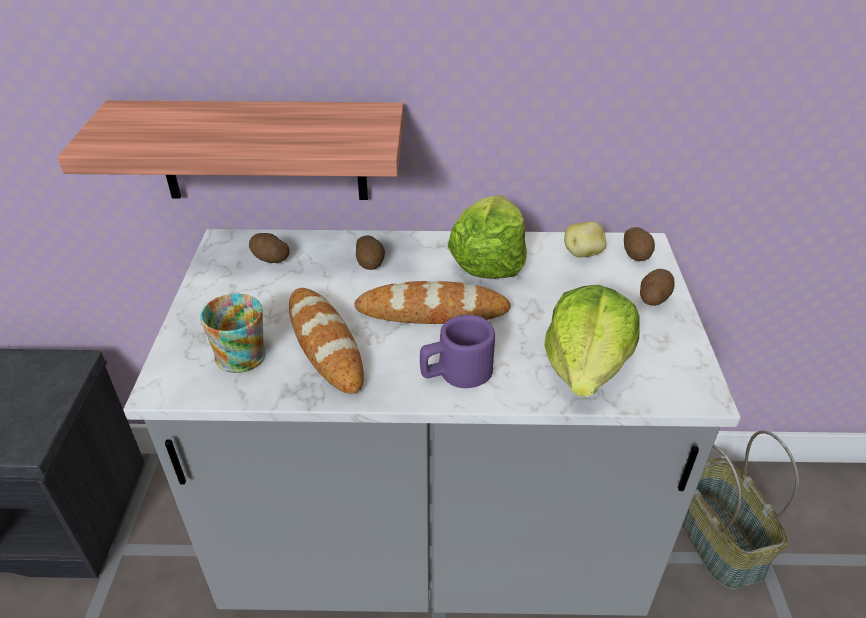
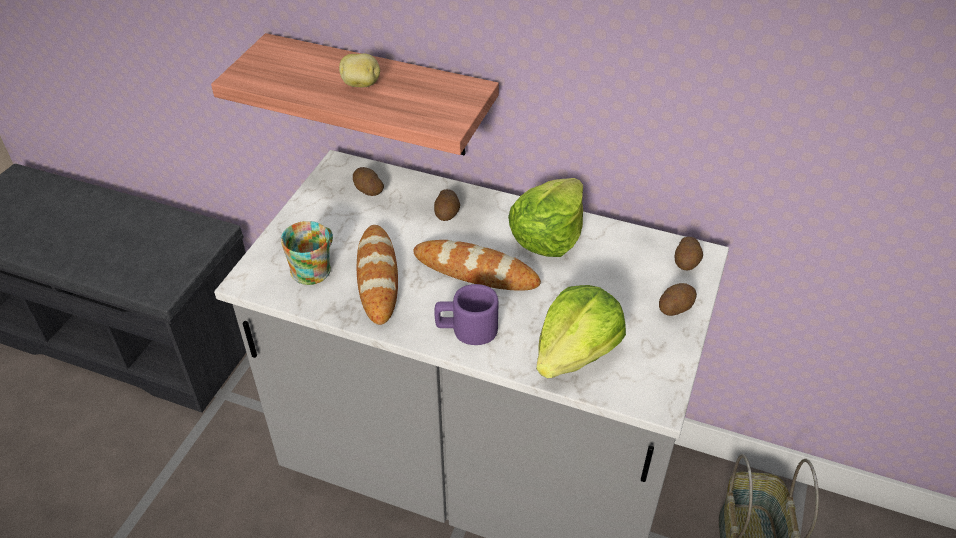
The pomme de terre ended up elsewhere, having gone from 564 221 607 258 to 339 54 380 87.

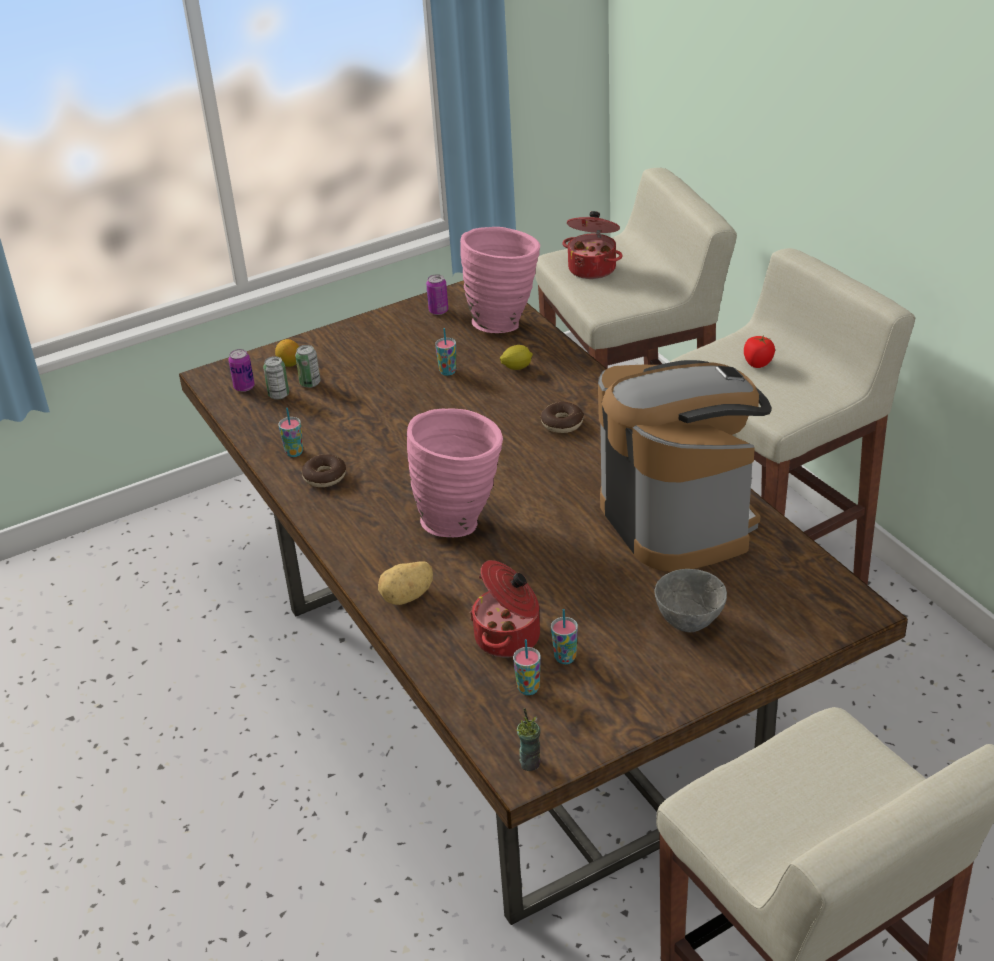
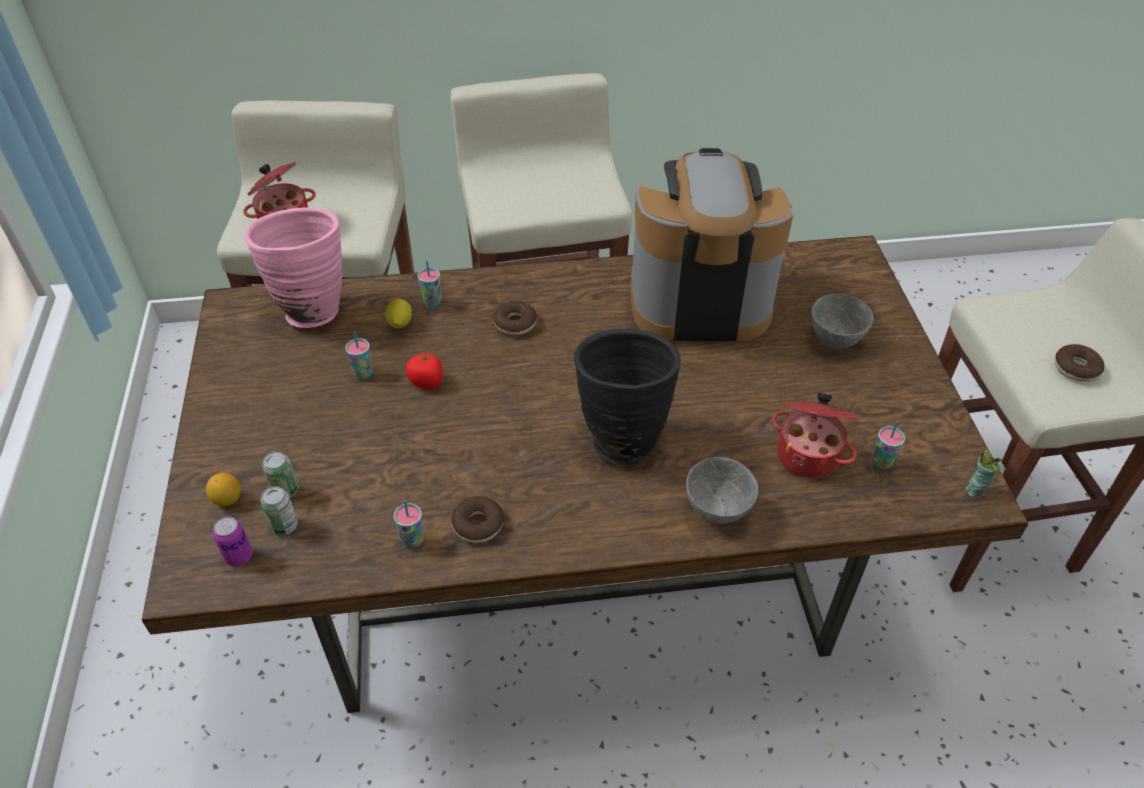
Where the pomme de terre stood at 378 561 433 605, the bol [gris] came to stand at 686 457 758 524.
What was the vase [rose] at 407 409 503 537 turned into the vase [noir] at 574 329 681 465.
The second view lost the boîte métallique at 426 274 448 315.
The tasse ended up elsewhere, having gone from 551 609 578 664 to 418 260 441 307.
The tomate ended up elsewhere, having gone from 744 335 775 368 to 406 352 443 389.
The second view gained the beignet at 1055 344 1104 382.

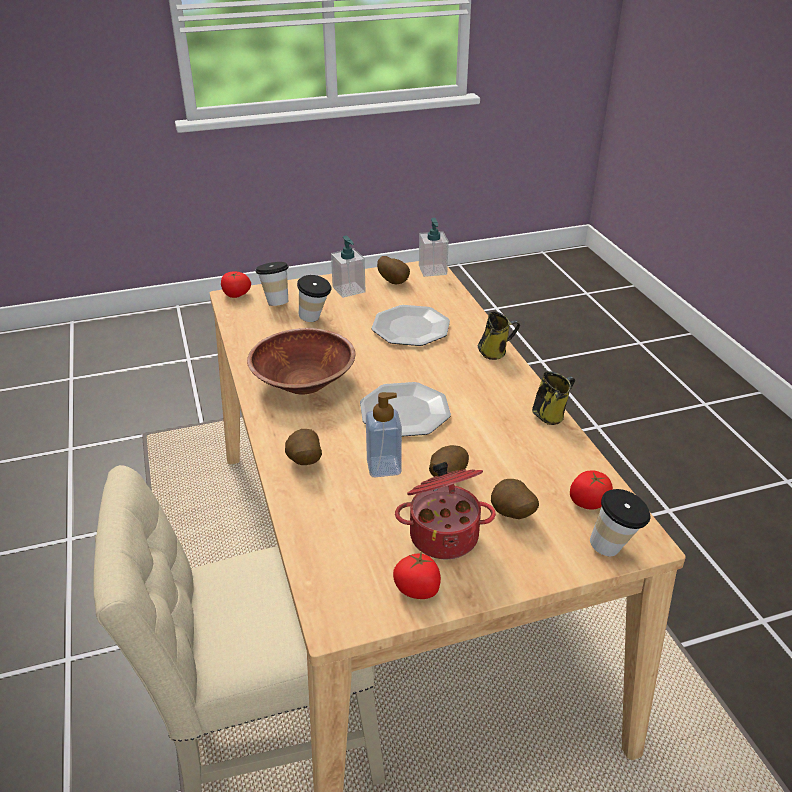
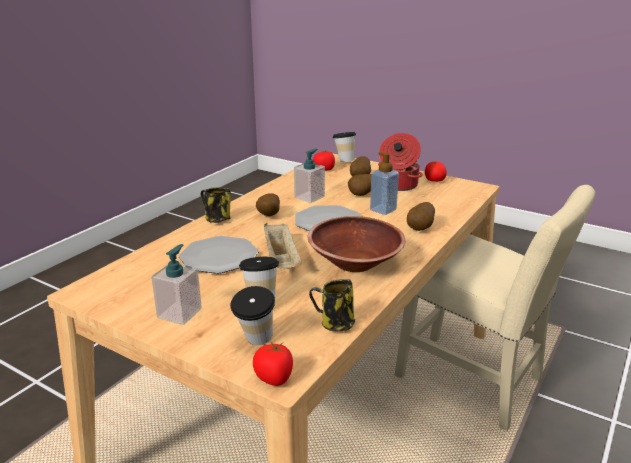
The pomme de terre ended up elsewhere, having gone from 377 256 410 285 to 256 193 280 216.
The distributeur de savon ended up elsewhere, having gone from 419 218 449 277 to 294 149 325 203.
The mug ended up elsewhere, having gone from 532 371 575 425 to 309 279 355 332.
The second view gained the plateau [beige] at 264 223 302 269.

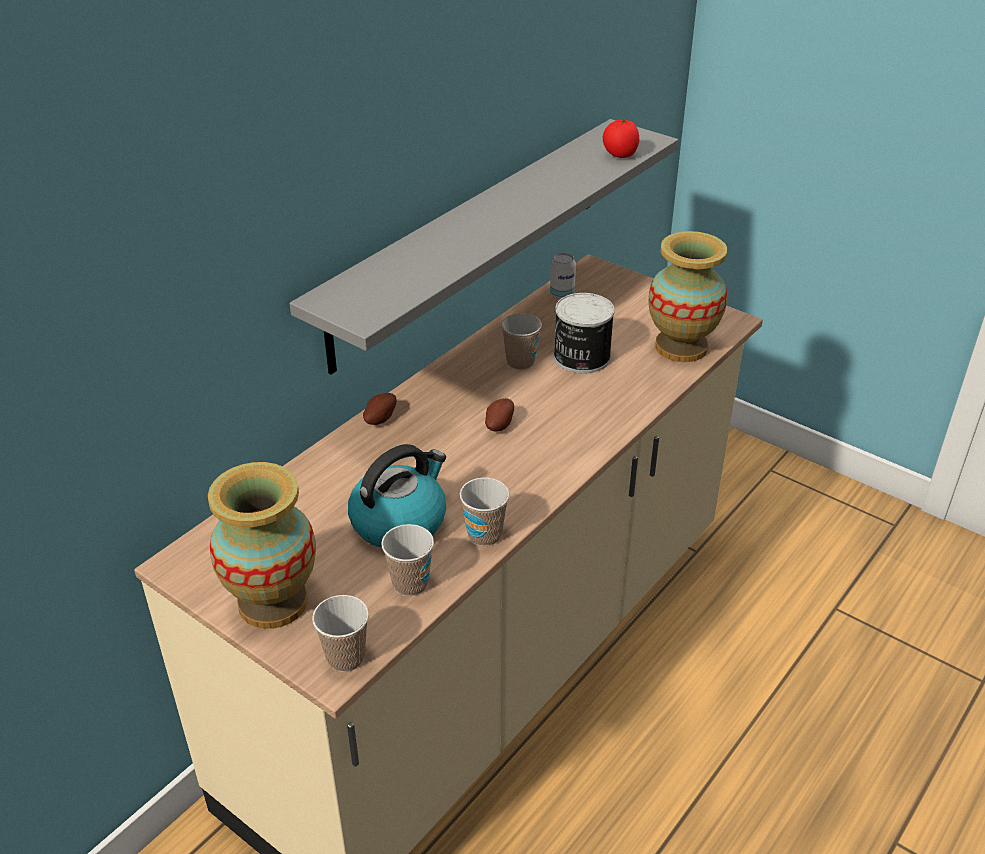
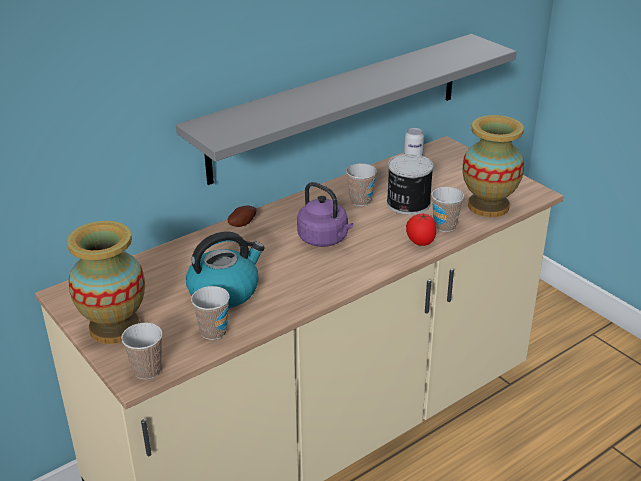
The tasse ended up elsewhere, having gone from 460 478 509 546 to 432 187 464 232.
Where the pomme de terre stood at 485 398 514 431, the bouilloire [violet] came to stand at 297 182 353 247.
The tomate ended up elsewhere, having gone from 603 118 639 158 to 406 213 436 246.

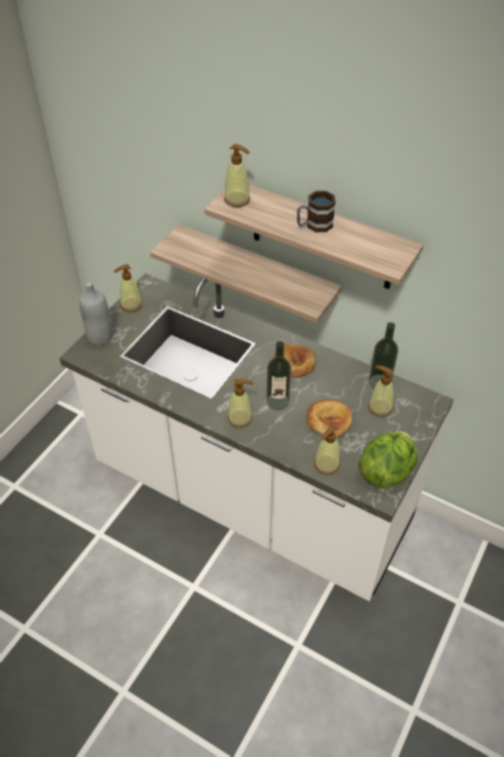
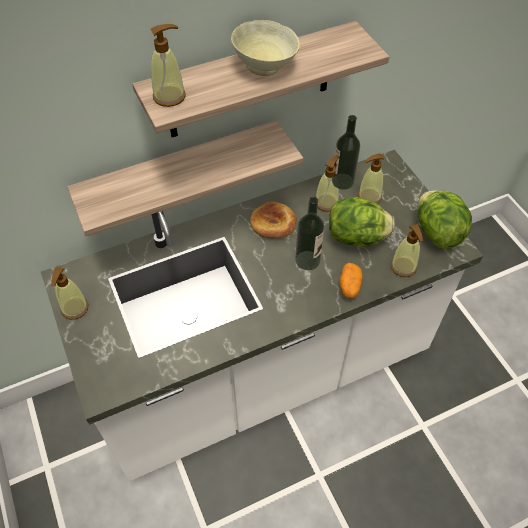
The second view lost the bouteille [gris] at 80 282 112 346.
The distributeur de savon ended up elsewhere, having gone from 228 379 253 428 to 316 155 340 211.
Where the mug stood at 297 191 336 232, the bol [beige] came to stand at 231 20 300 76.
Where the pain stood at 307 399 352 439, the laitue came to stand at 329 197 394 246.
The second view gained the pomme de terre at 339 263 363 298.

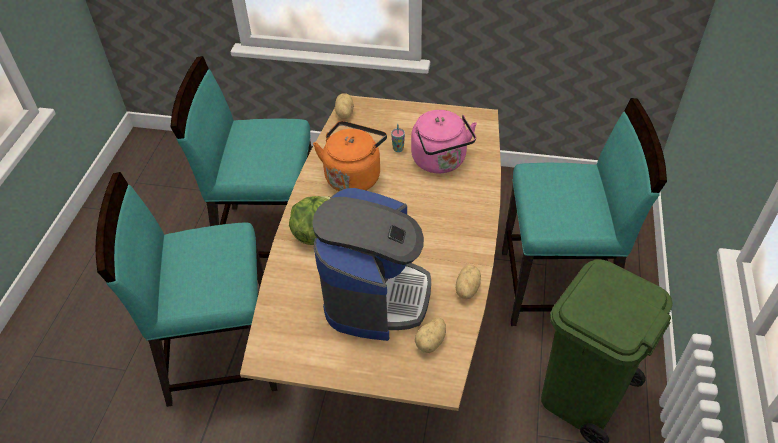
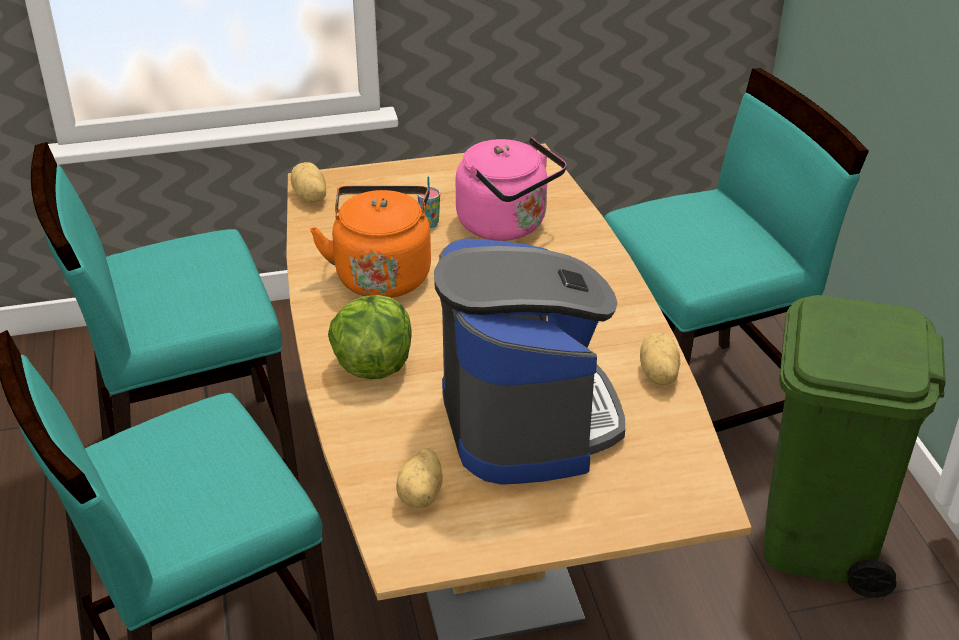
The pomme de terre ended up elsewhere, having gone from 415 318 446 353 to 396 448 443 508.

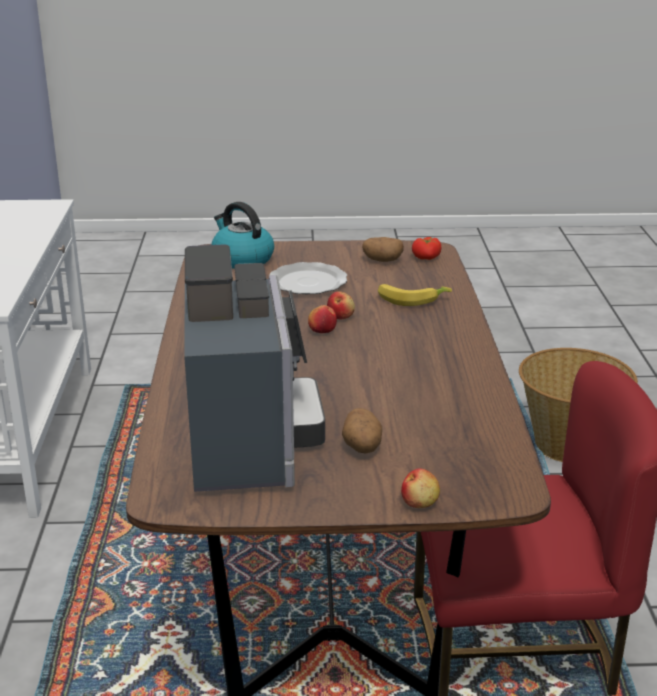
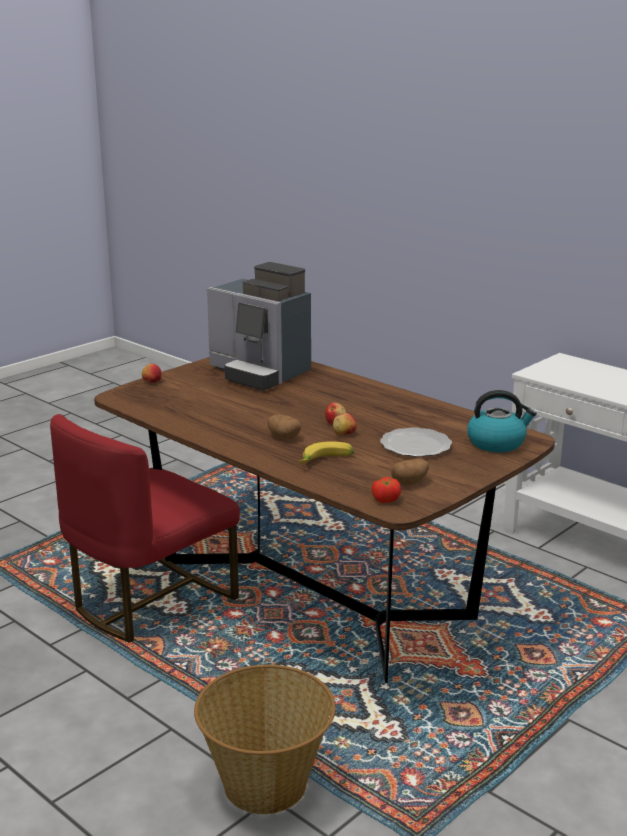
The pomme de terre ended up elsewhere, having gone from 342 408 382 454 to 267 415 301 439.

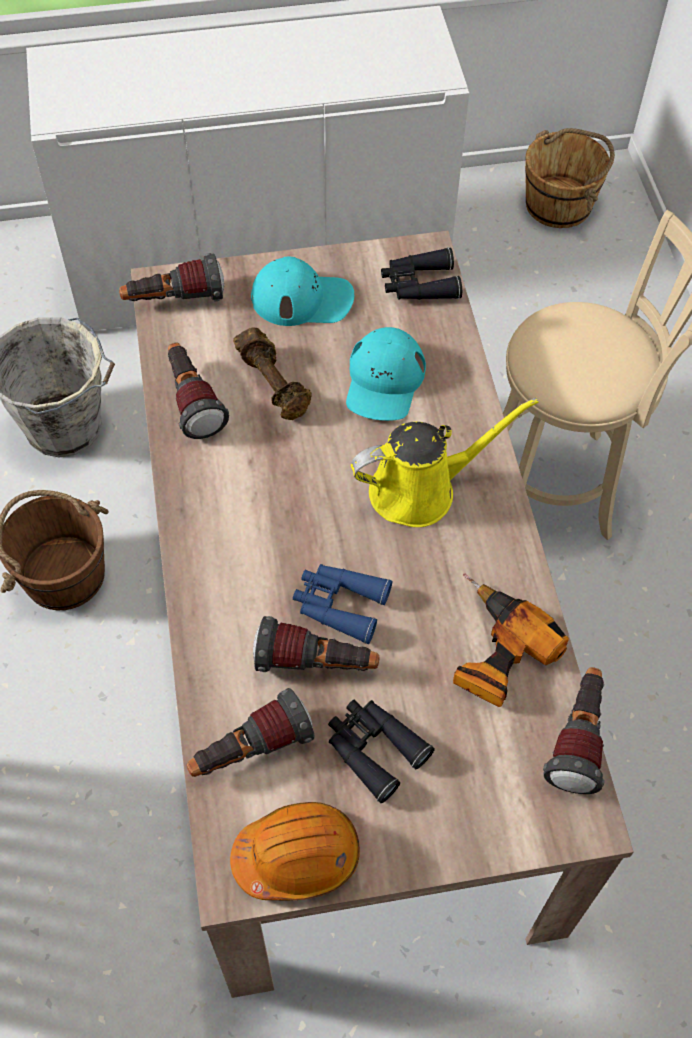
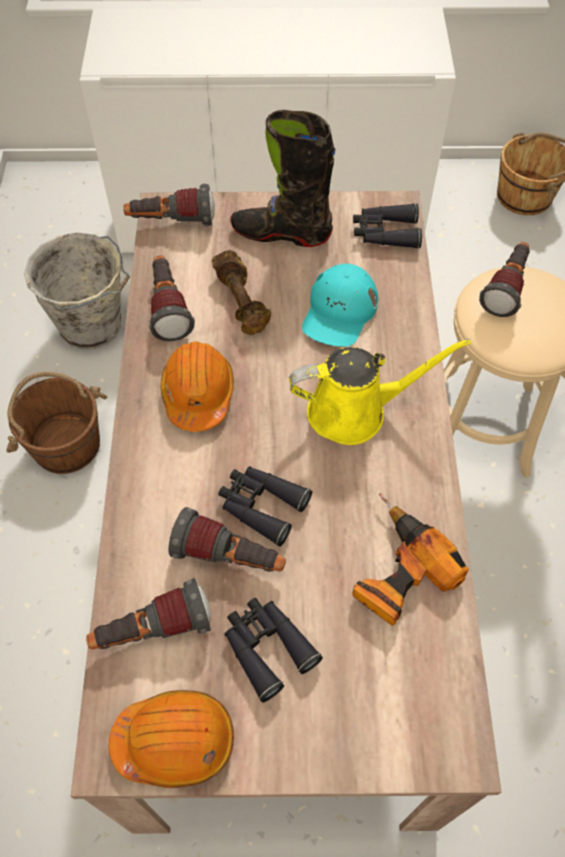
Where the casquette [turquoise] stood at 251 257 354 326, the botte [noir] came to stand at 230 110 335 247.
What was the jumelles [bleu] at 293 564 393 644 turned into the jumelles [noir] at 218 466 312 547.
The lampe de poche ended up elsewhere, having gone from 543 667 605 794 to 479 242 530 317.
The second view gained the casque de chantier [orange] at 160 342 234 432.

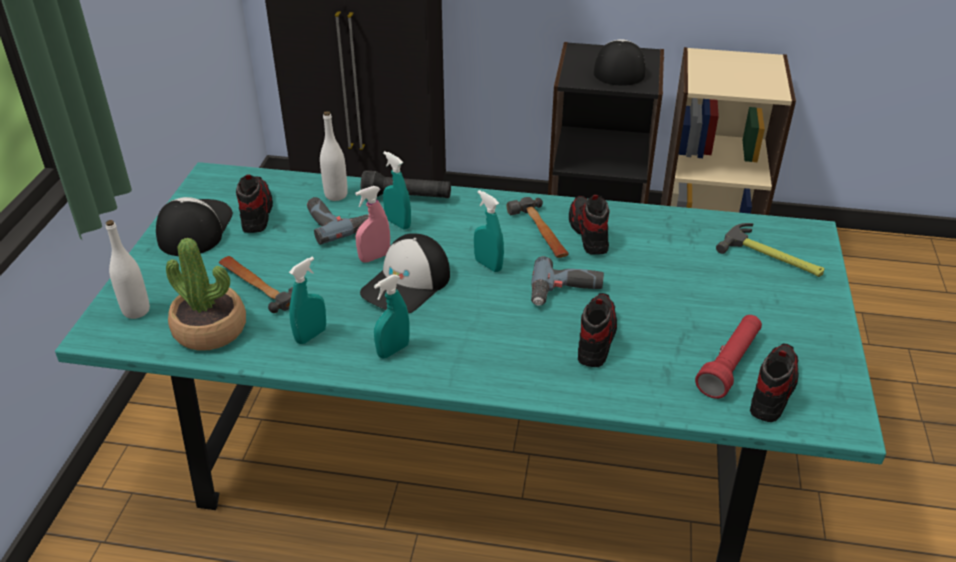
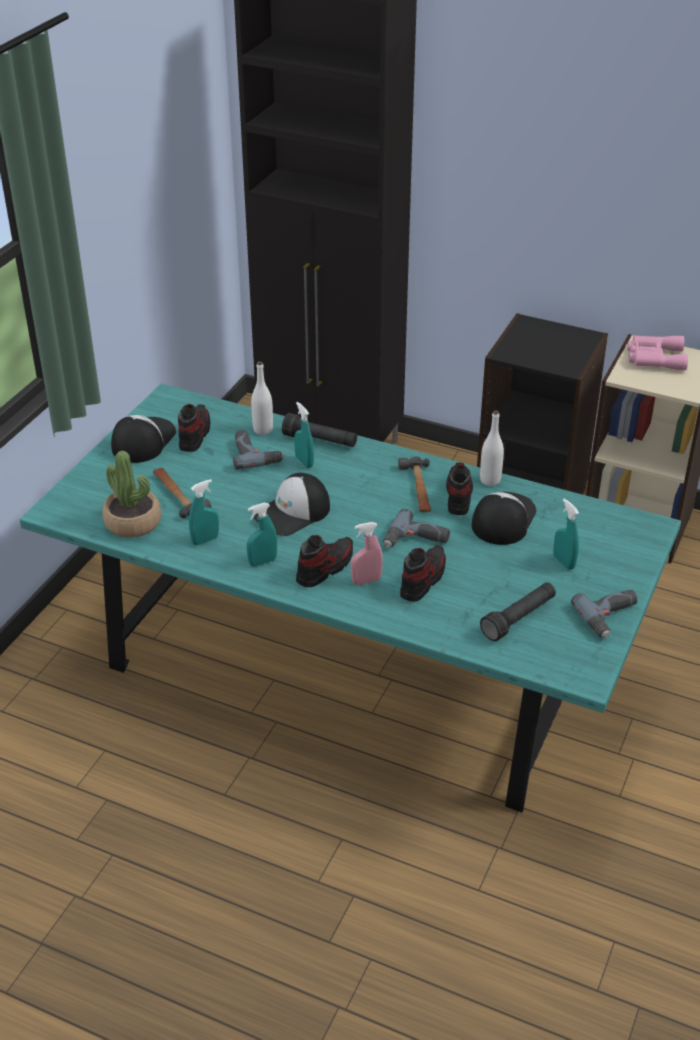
The bouteille [blanc] ended up elsewhere, having gone from 106 220 150 319 to 480 410 504 486.
The vaporisateur [rose] ended up elsewhere, having gone from 355 186 390 262 to 351 522 383 585.
The vaporisateur [turquoise] ended up elsewhere, having gone from 474 190 504 272 to 553 498 579 570.
The casquette ended up elsewhere, having gone from 594 39 645 86 to 472 492 536 545.
What was the lampe de poche [rouge] at 695 315 762 399 turned into the lampe de poche [noir] at 480 582 556 641.
The second view lost the marteau at 716 223 825 277.
The chaussure ended up elsewhere, having gone from 750 343 799 422 to 296 535 353 587.
The second view gained the perceuse at 571 590 638 638.
The second view gained the jumelles [rose] at 627 336 688 370.

